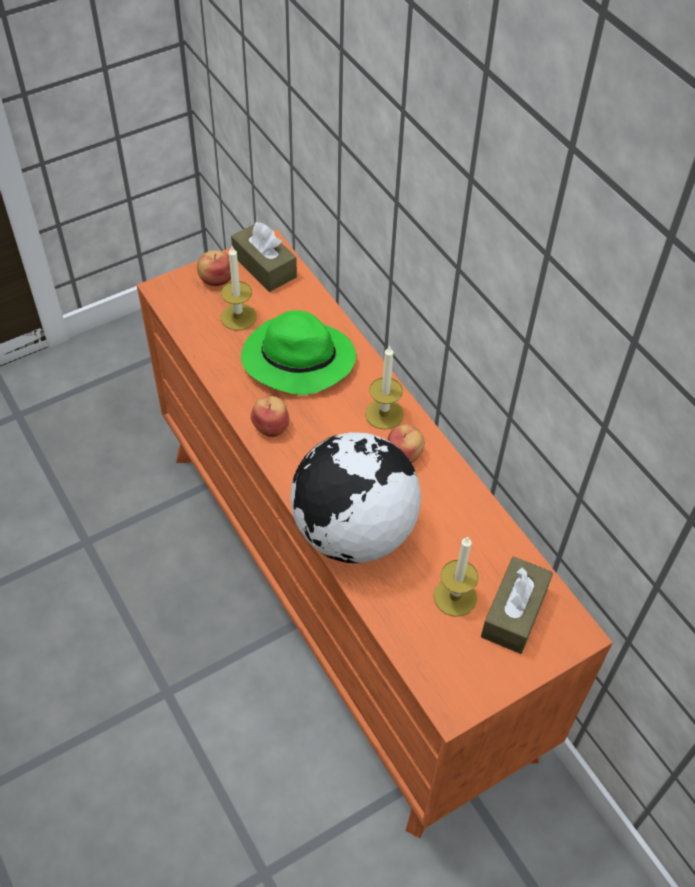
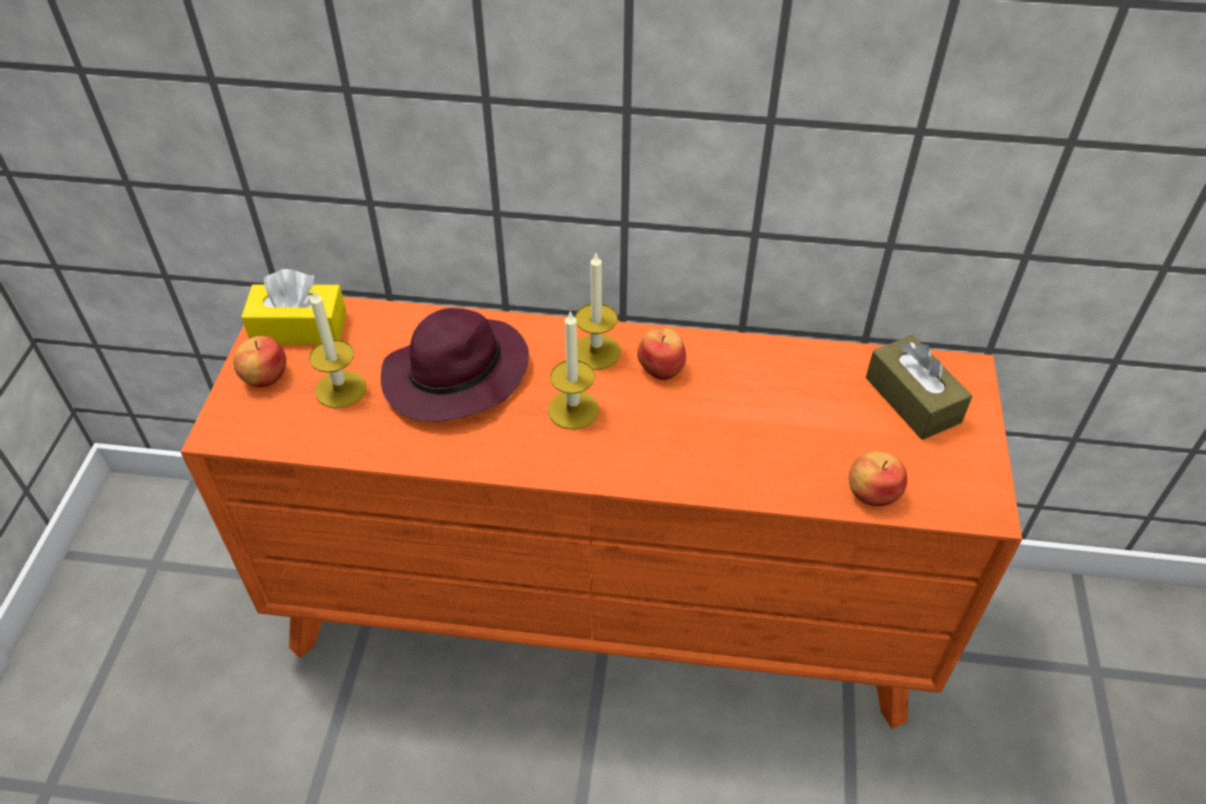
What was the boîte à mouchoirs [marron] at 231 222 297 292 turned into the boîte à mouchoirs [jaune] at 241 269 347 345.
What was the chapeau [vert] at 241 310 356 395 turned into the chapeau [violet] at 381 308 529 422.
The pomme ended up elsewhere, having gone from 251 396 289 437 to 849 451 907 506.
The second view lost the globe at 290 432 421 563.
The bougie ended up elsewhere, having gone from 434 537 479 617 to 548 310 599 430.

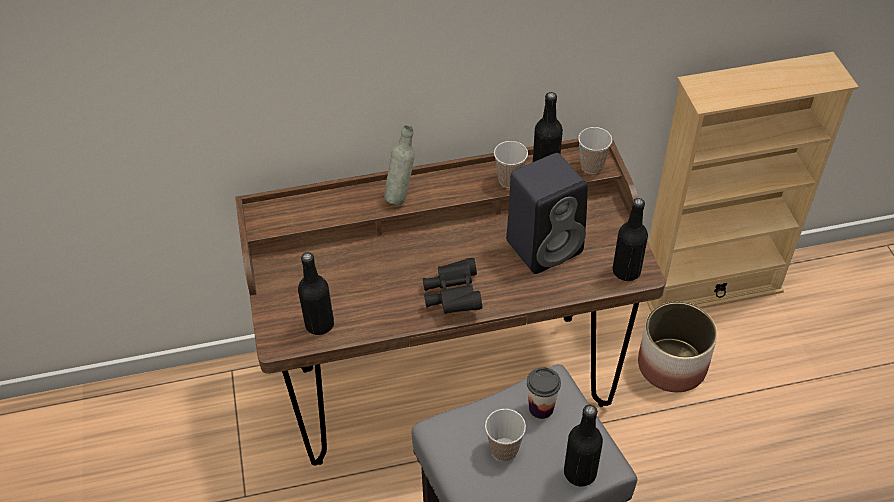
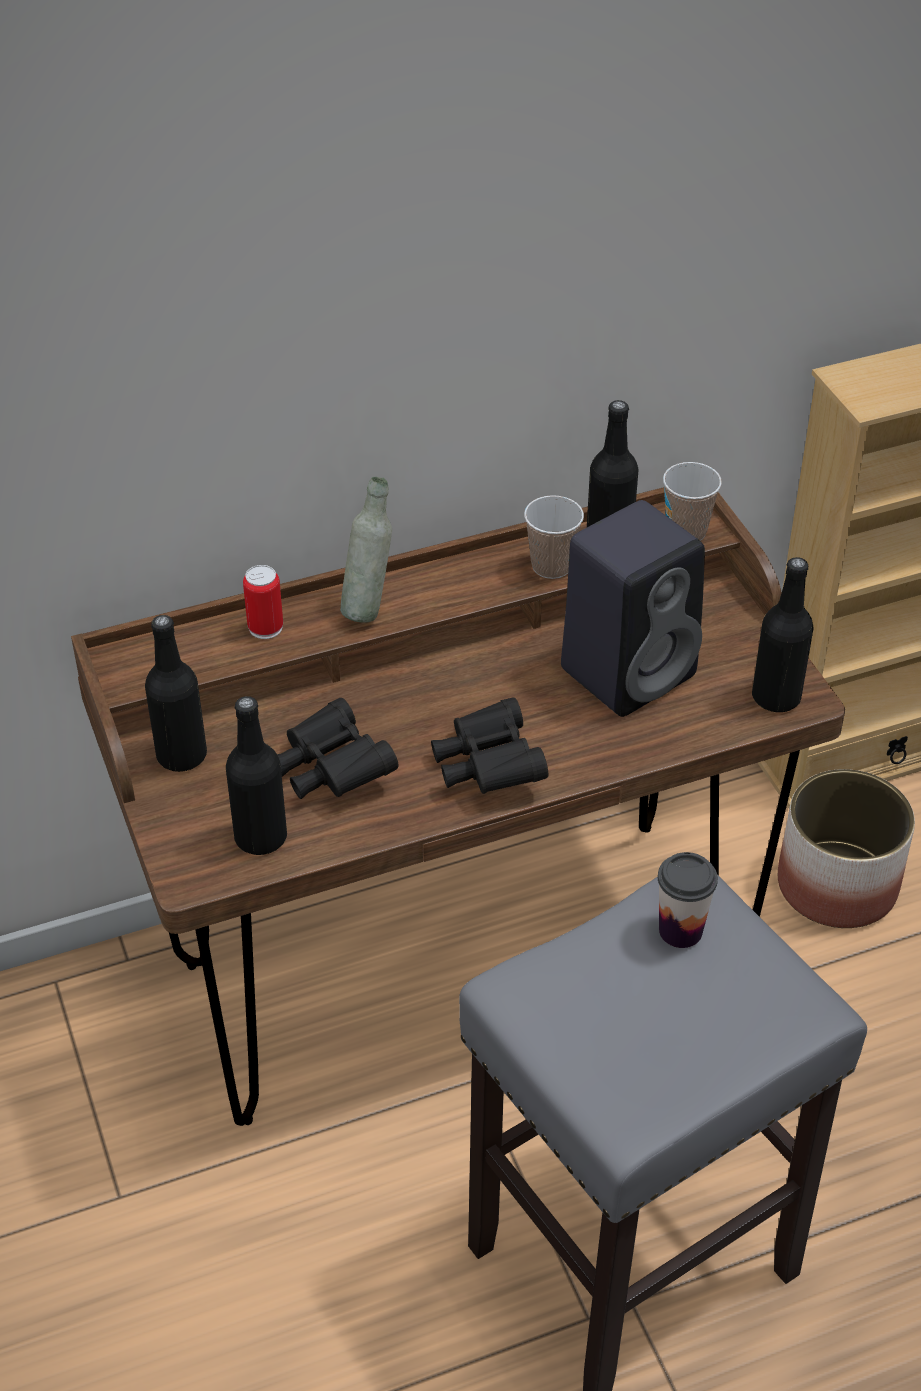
The second view lost the tasse at 485 409 526 461.
The bouteille [noir] ended up elsewhere, having gone from 564 405 603 486 to 145 615 207 772.
The second view gained the boîte métallique at 243 565 283 639.
The second view gained the jumelles [noir] at 277 698 399 799.

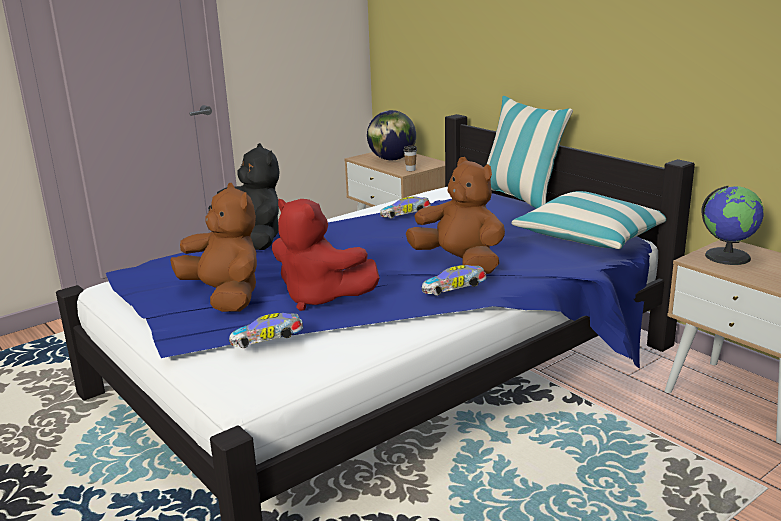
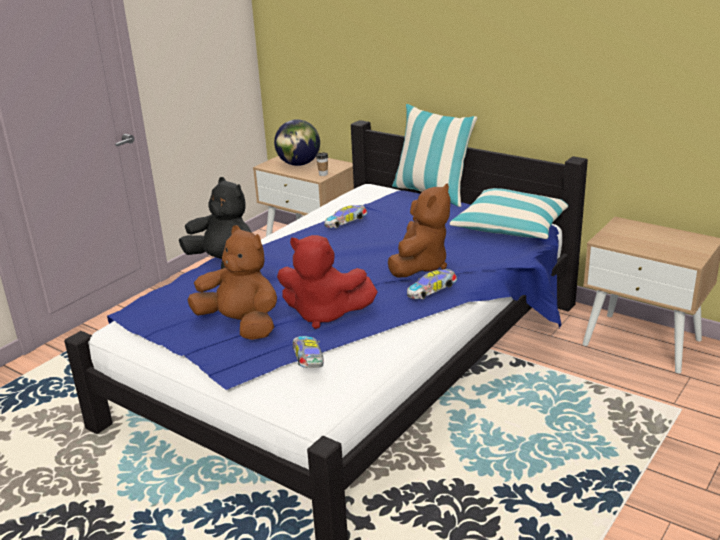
The petite voiture at 229 313 303 348 ended up facing another way, 105 degrees clockwise from before.
The peluche [marron] at 406 157 505 274 ended up facing another way, 90 degrees clockwise from before.
The second view lost the globe at 701 186 764 265.

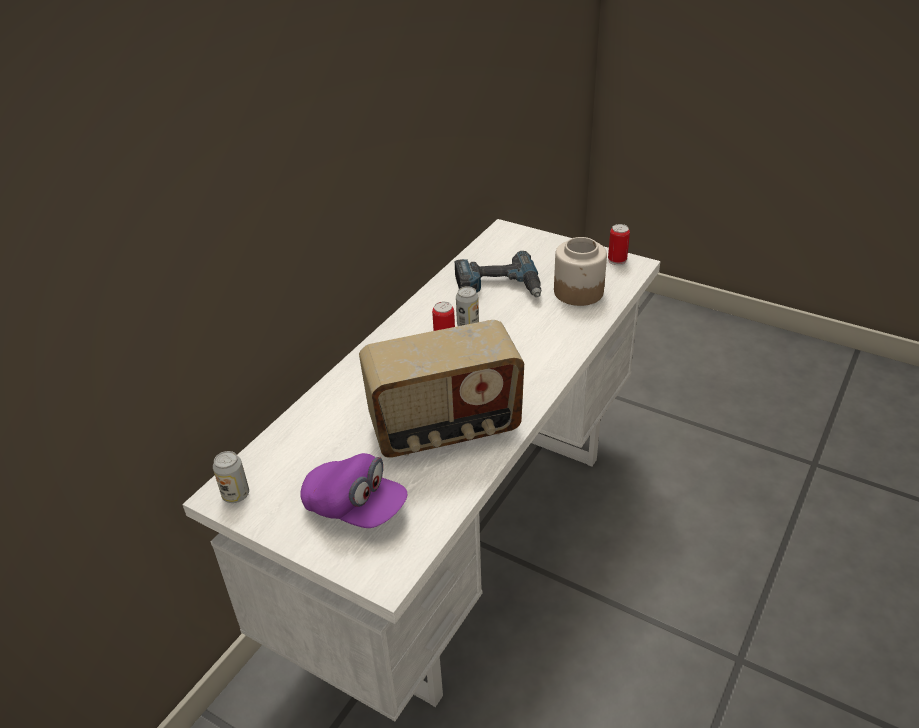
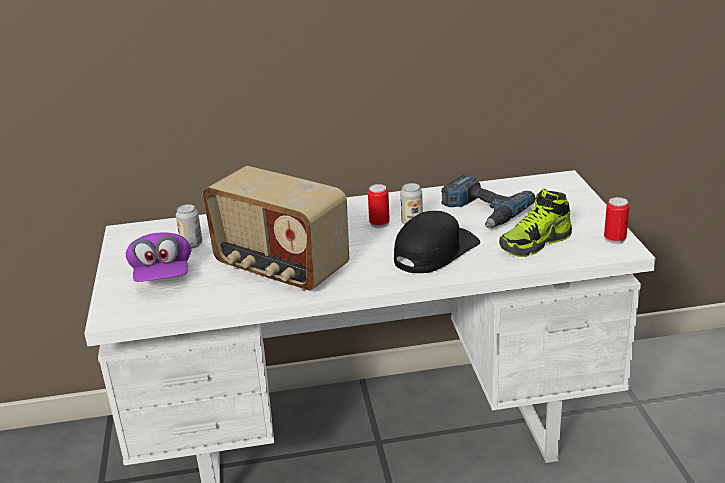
The boîte métallique ended up elsewhere, having gone from 213 451 249 503 to 176 204 203 248.
Where the bocal stood at 554 237 607 306, the chaussure came to stand at 499 188 572 257.
The second view gained the casquette [noir] at 394 211 480 273.

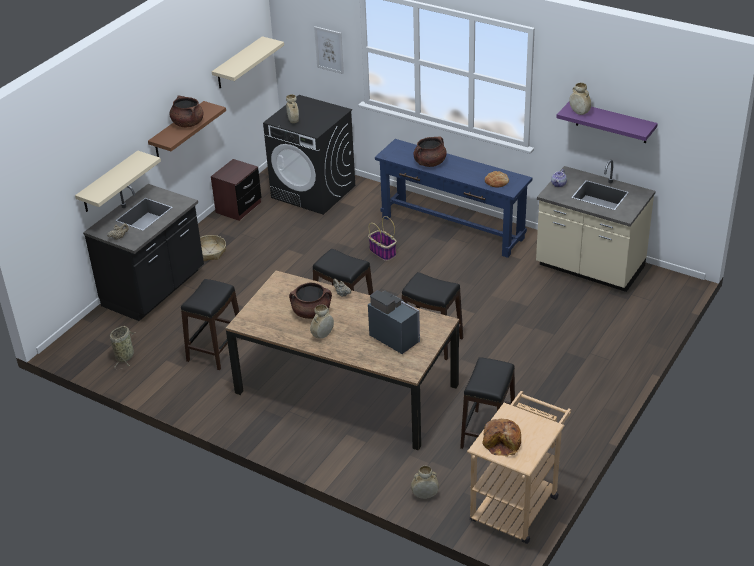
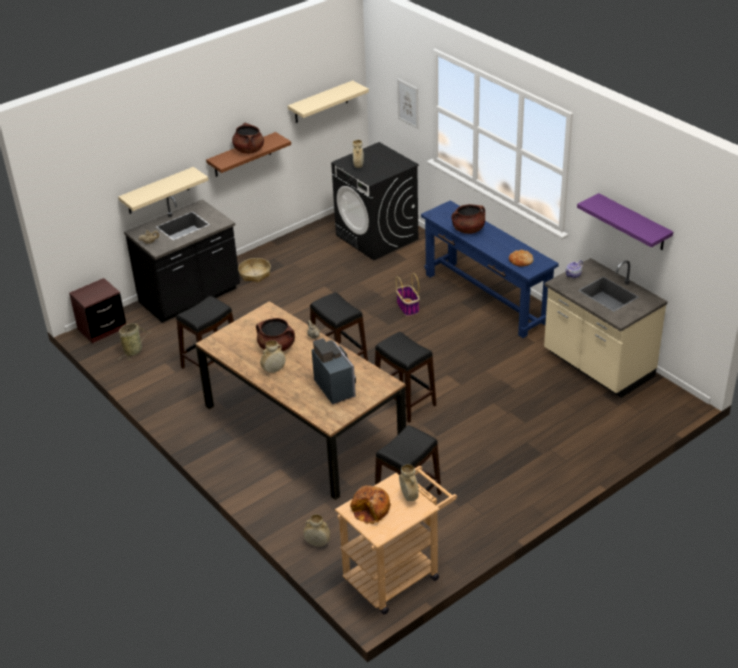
The table de chevet [marron] ended up elsewhere, having gone from 211 159 261 221 to 69 278 126 344.
The vase [beige] ended up elsewhere, having gone from 569 83 591 115 to 399 464 418 501.

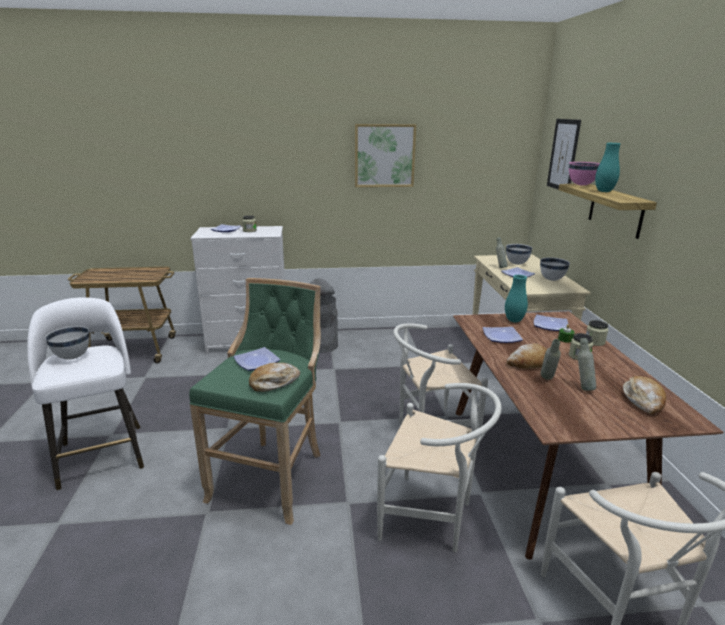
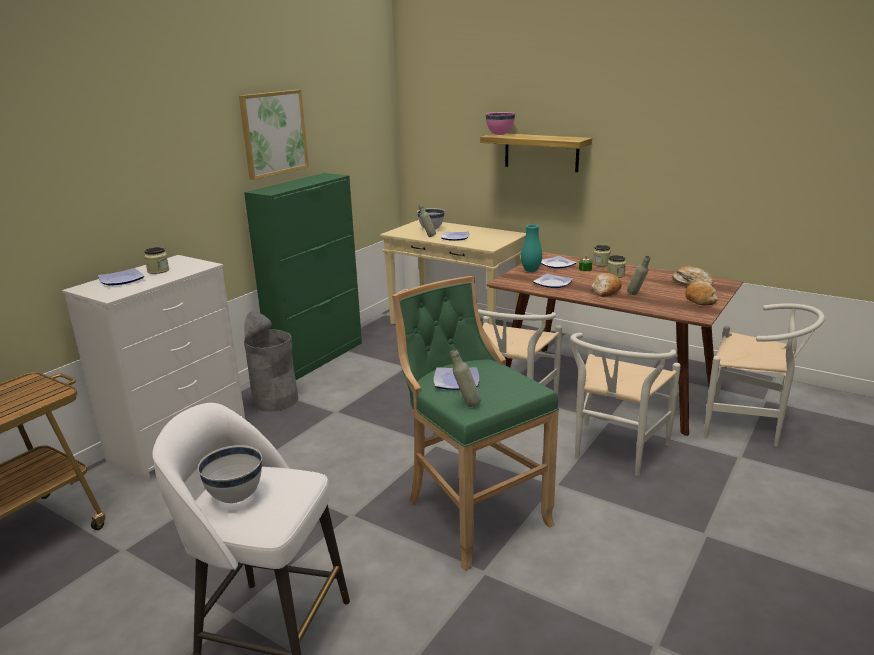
The pain ended up elsewhere, having gone from 249 363 300 392 to 685 281 718 306.
The chaise [blanc] at 377 383 502 552 ended up facing another way, 150 degrees clockwise from before.
The second view lost the bol [blanc] at 540 257 570 281.
The second view lost the tableau at 547 119 581 189.
The bouteille [gris] ended up elsewhere, having gone from 578 338 596 391 to 450 349 481 407.
The second view lost the vase [turquoise] at 595 143 621 192.
The second view gained the meuble de rangement [vert] at 244 173 362 380.

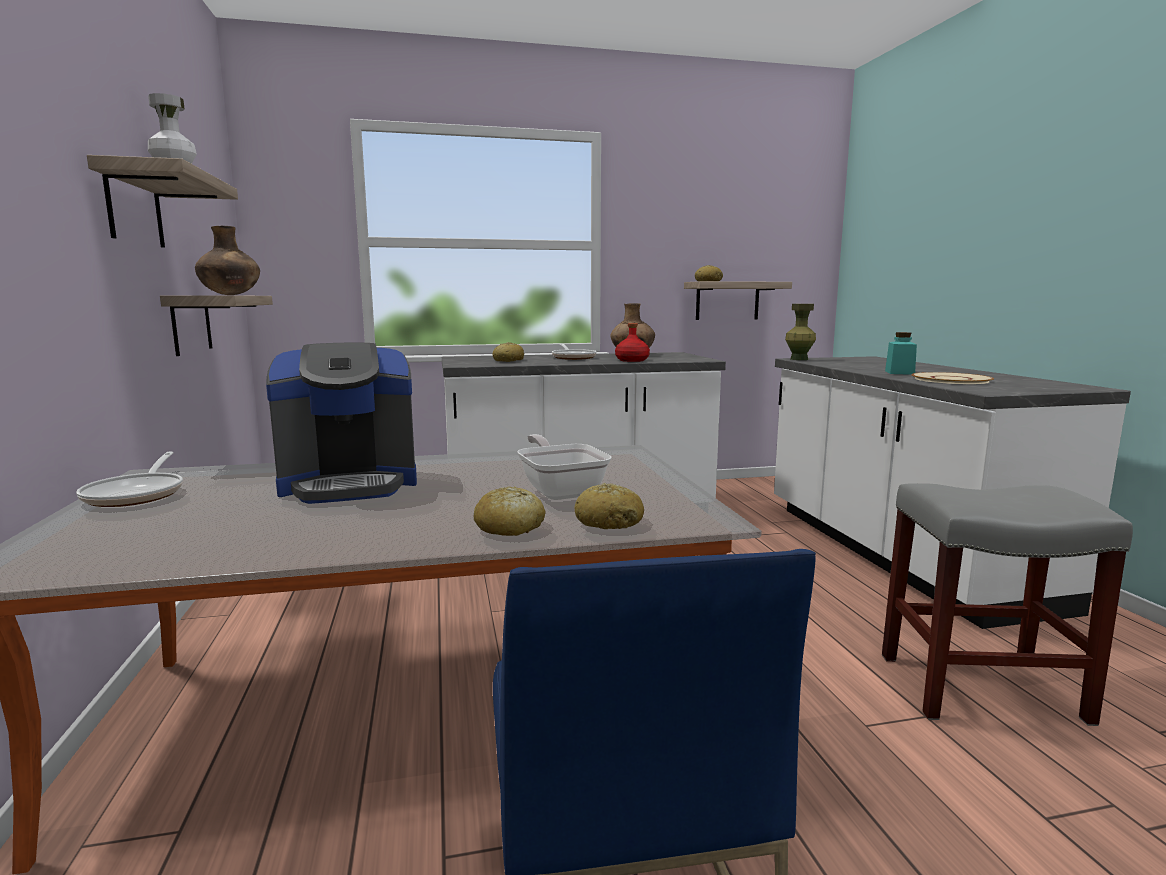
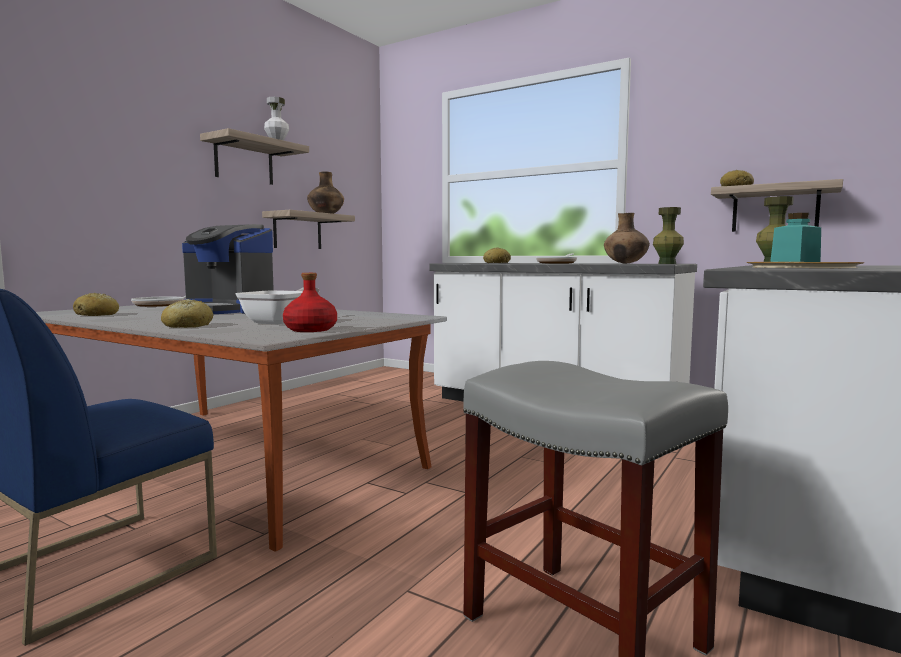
The pain ended up elsewhere, having gone from 575 483 644 529 to 73 293 119 316.
The bouteille [rouge] ended up elsewhere, having gone from 615 323 650 362 to 283 273 337 332.
The second view gained the vase [vert] at 653 207 684 264.

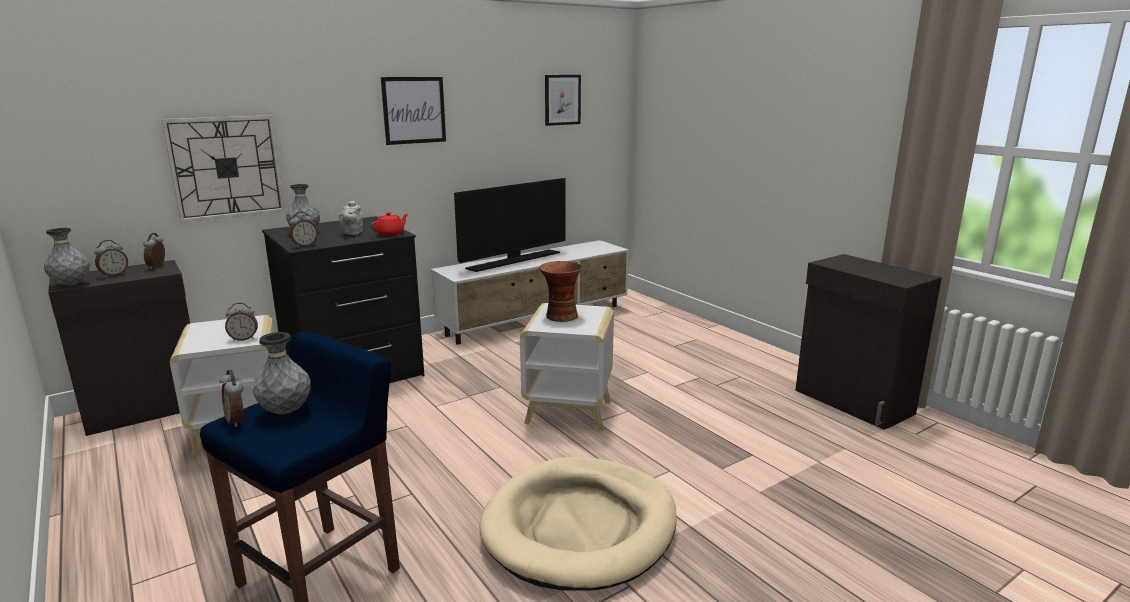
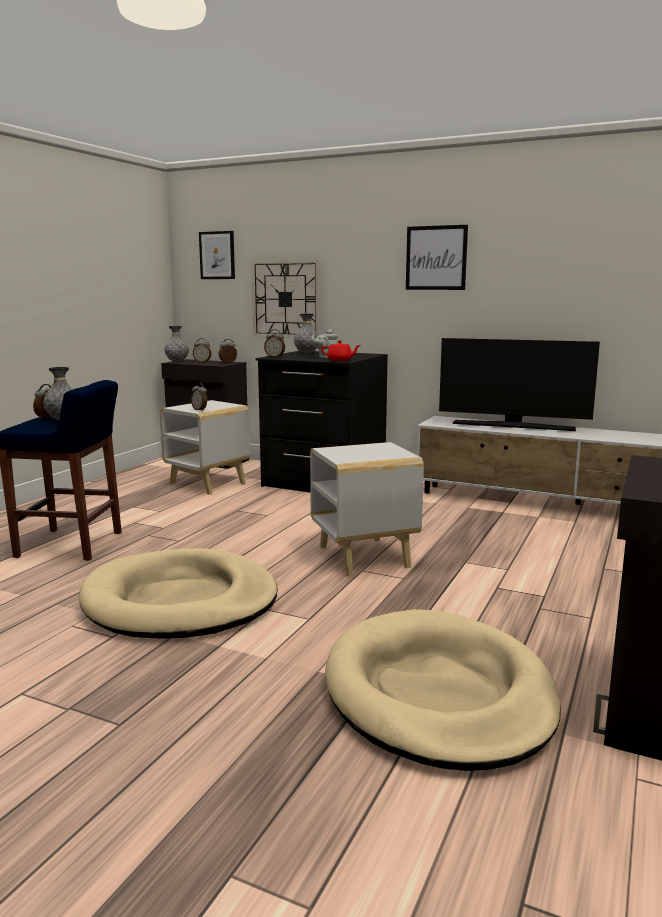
The second view lost the vase at 539 261 583 322.
The tableau ended up elsewhere, having gone from 545 75 581 126 to 199 231 235 279.
The second view gained the panier pour chien [beige] at 325 609 561 771.

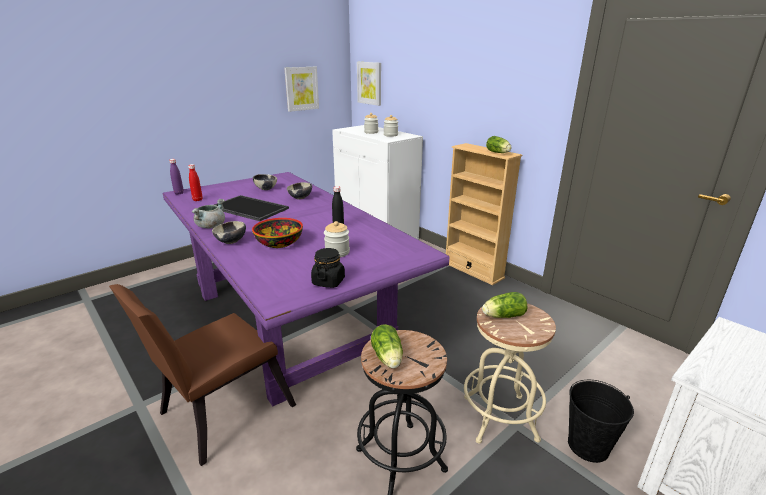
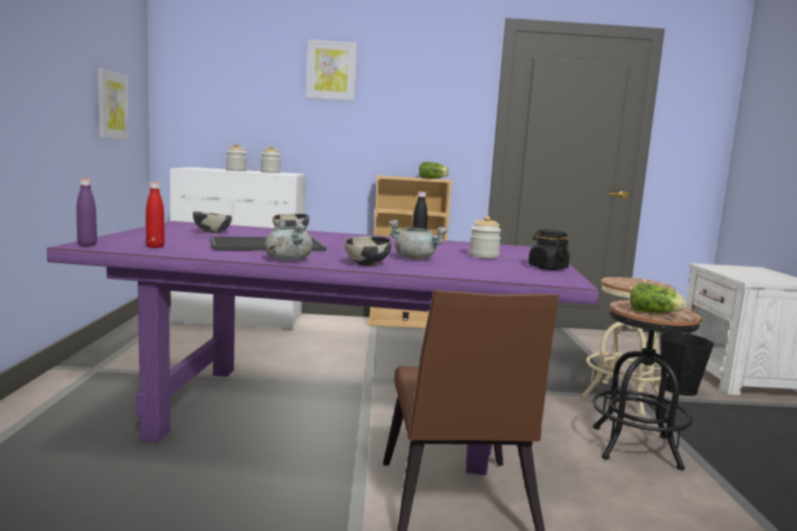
Where the bol stood at 252 218 303 248, the marmite [gris] came to stand at 388 220 449 259.
The tableau ended up elsewhere, having gone from 357 62 381 106 to 306 39 357 101.
The second view lost the laitue at 482 292 527 318.

